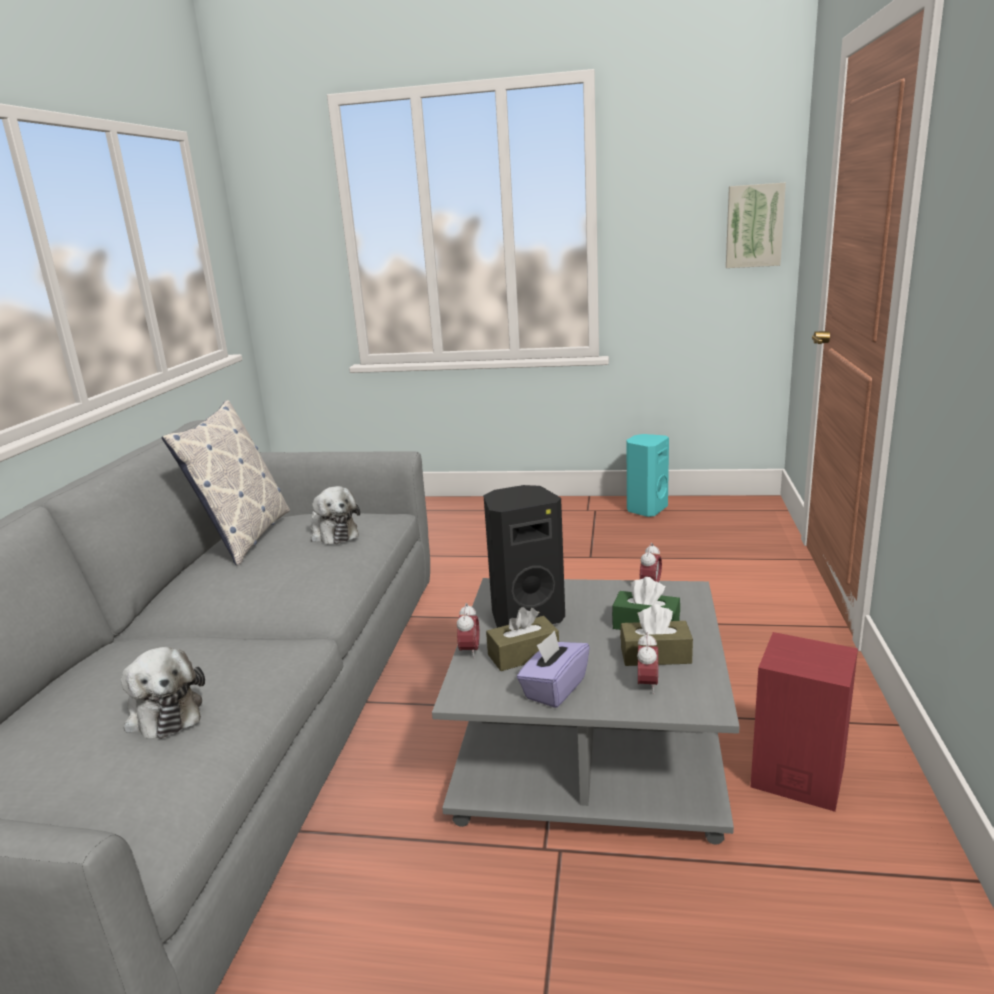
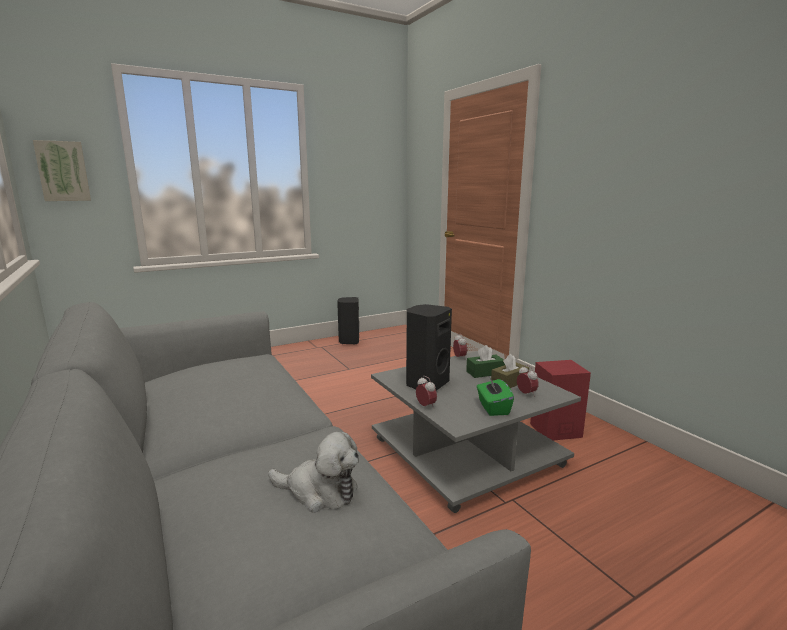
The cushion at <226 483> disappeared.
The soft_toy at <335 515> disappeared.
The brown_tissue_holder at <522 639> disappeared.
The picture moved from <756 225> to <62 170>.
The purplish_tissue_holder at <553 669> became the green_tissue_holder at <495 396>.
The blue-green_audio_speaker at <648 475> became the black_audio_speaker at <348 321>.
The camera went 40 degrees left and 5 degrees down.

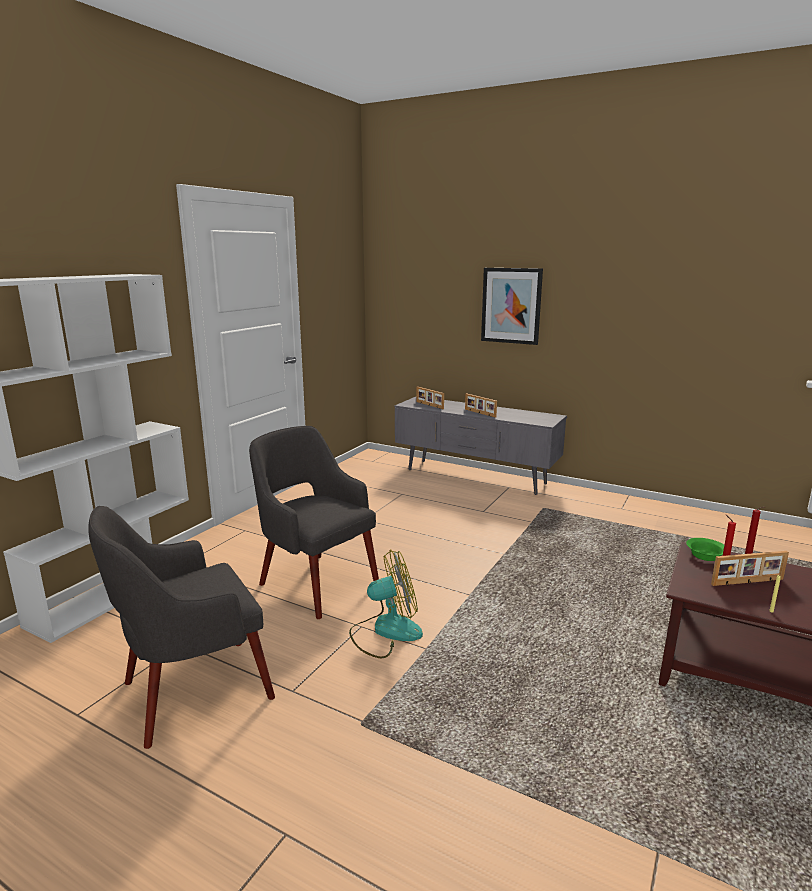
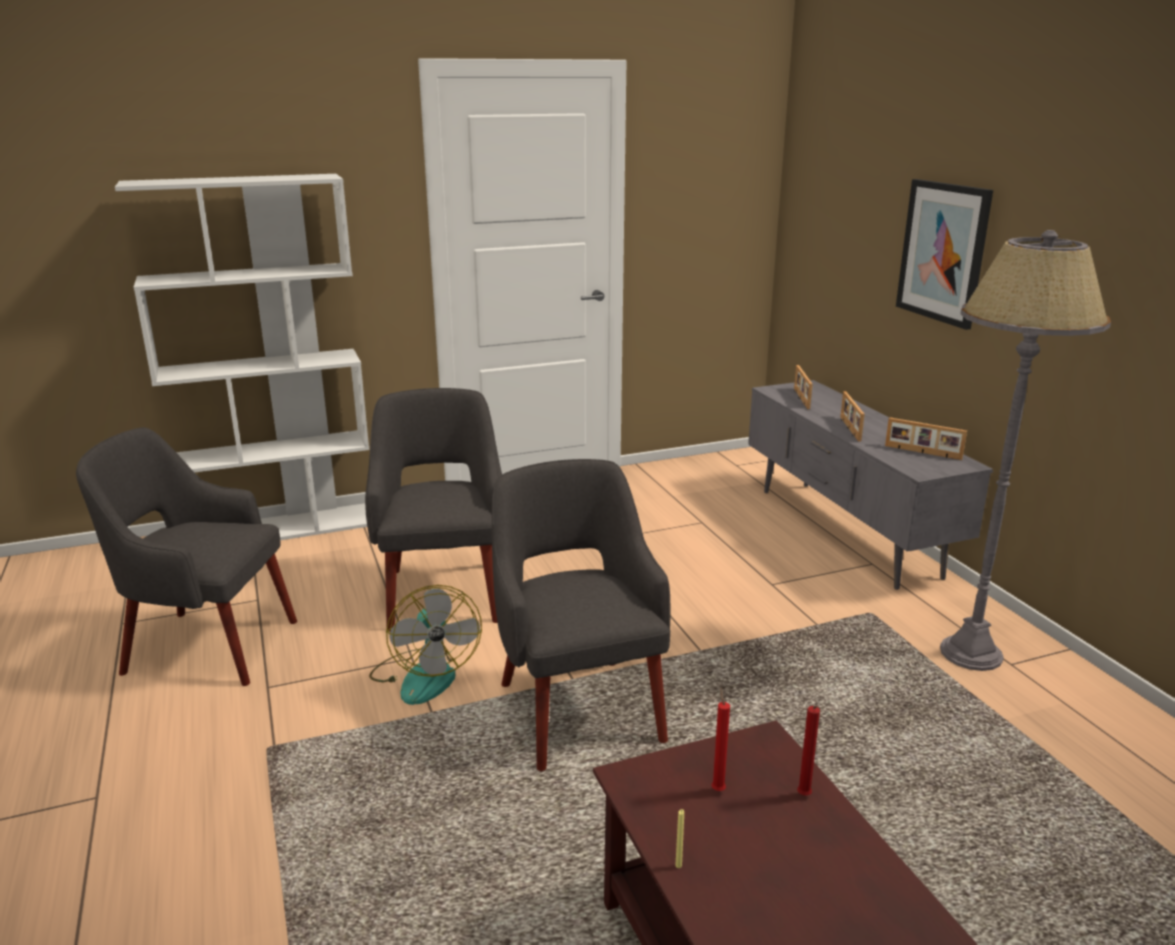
The green_serving_bowl at <705 549> disappeared.
The gray_armchair at <581 615> appeared.
The gray_standard_lamp at <1025 450> appeared.
The photo_frame moved from <750 568> to <926 438>.
The cooling_fan at <386 603> turned 45 degrees clockwise.
The camera went 40 degrees right and 5 degrees up.

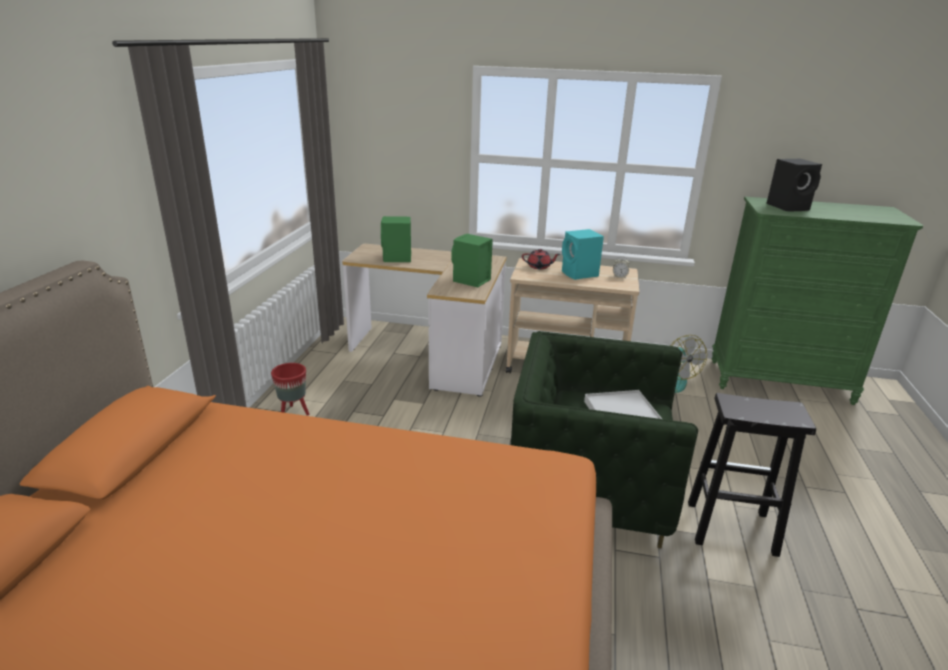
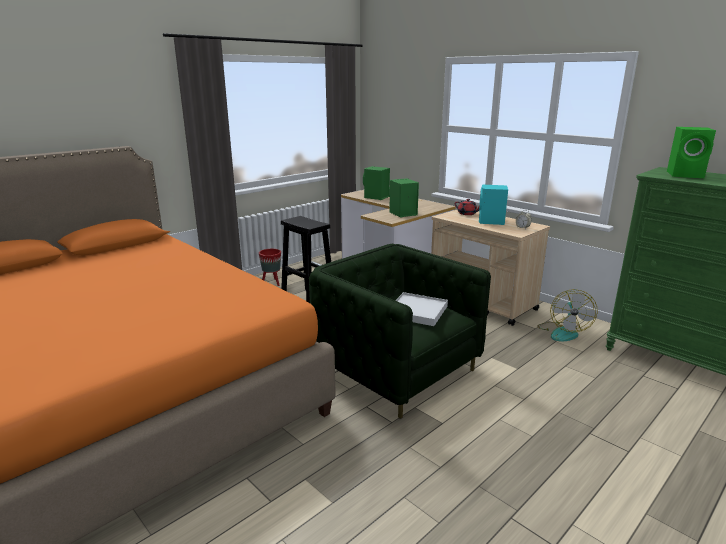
The black_stool_seat moved from <752 475> to <306 259>.
The black_audio_speaker at <794 185> became the green_audio_speaker at <691 152>.
The camera went 35 degrees right and 5 degrees down.

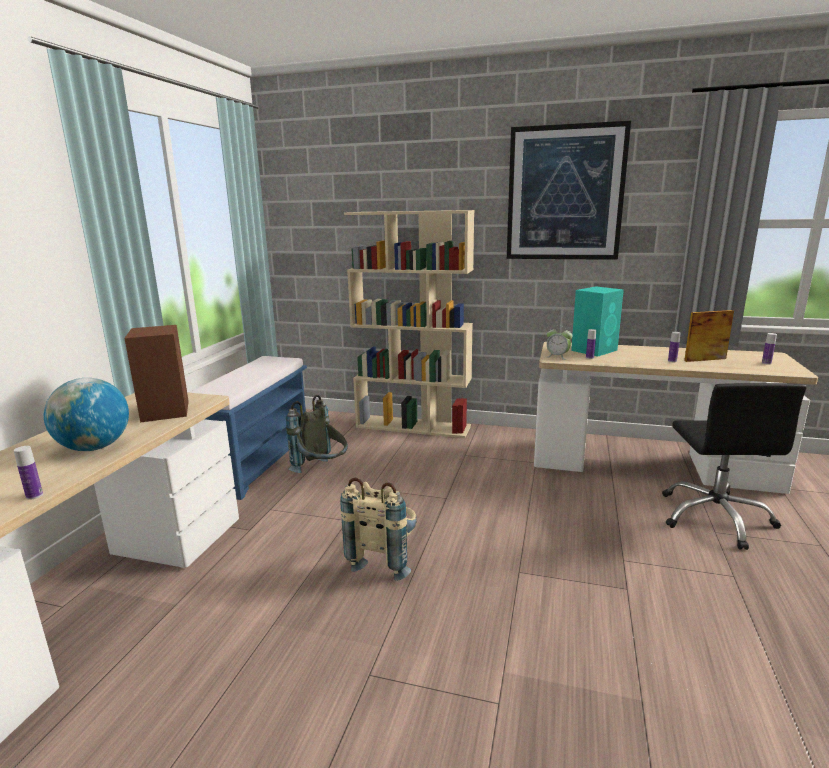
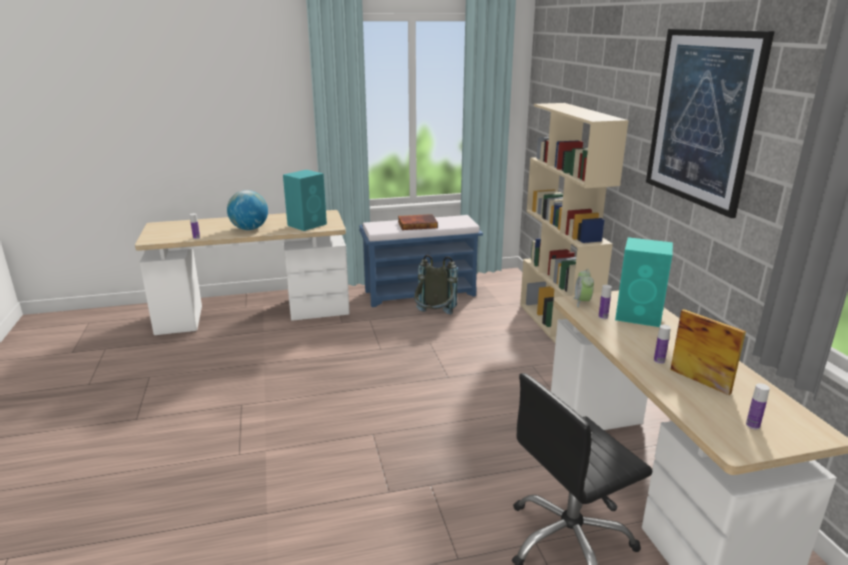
The sand-coloured_backpack at <378 529> disappeared.
The book at <418 222> appeared.
The brown_audio_speaker at <156 374> became the blue-green_audio_speaker at <305 200>.
The camera went 60 degrees right and 5 degrees up.

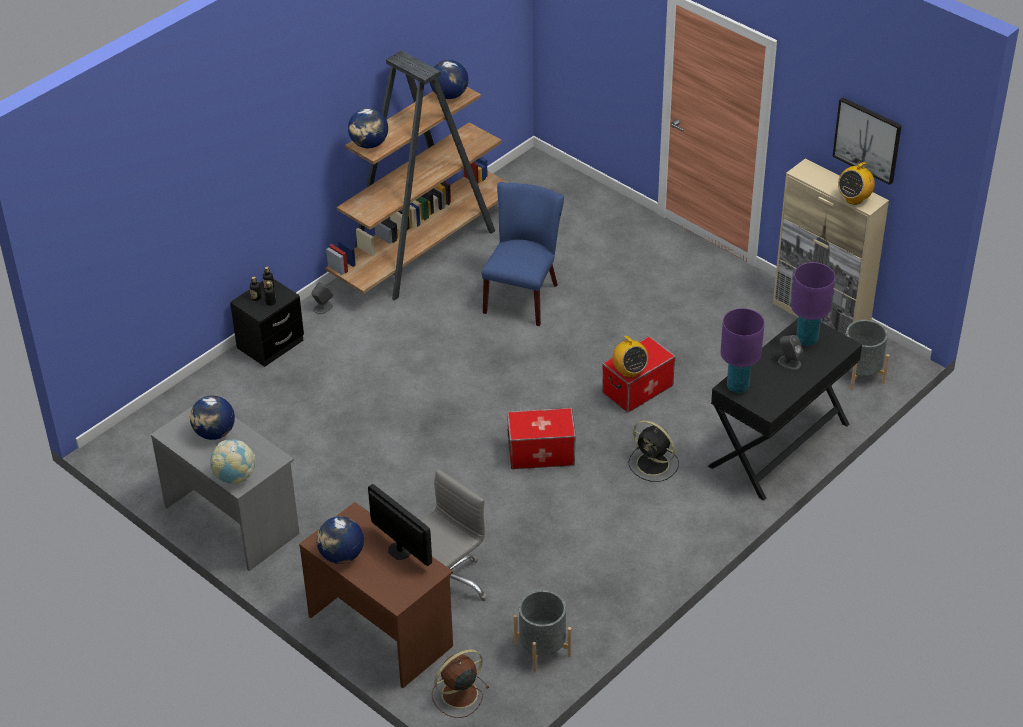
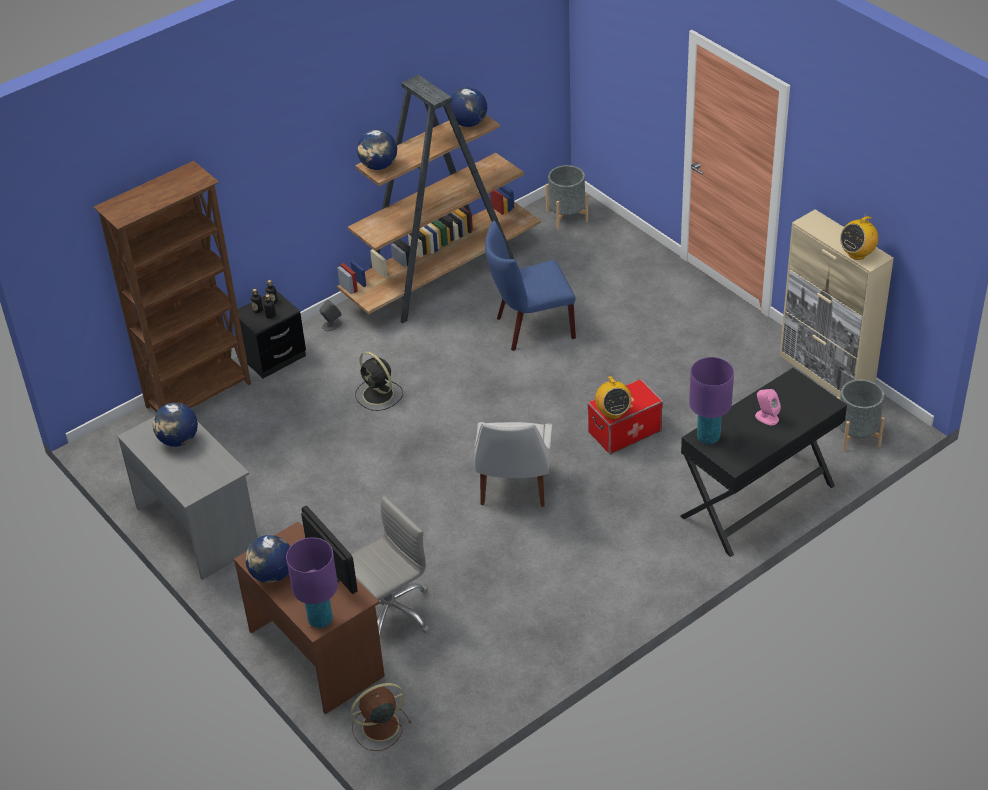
The world_globe at <232 461> disappeared.
The picture at <867 141> disappeared.
The brown_bookshelf at <172 286> appeared.
The gray_plant_pot moved from <542 631> to <566 197>.
The black_cooling_fan moved from <653 451> to <379 381>.
The purplish_table_lamp moved from <813 304> to <312 583>.
The storage_bin at <541 438> was replaced by the white_chair at <513 464>.
The gray_audio_speaker at <790 352> became the pinkish_audio_speaker at <768 407>.
The blue_chair at <523 254> turned 135 degrees counterclockwise.
The camera went 10 degrees right and 0 degrees up.

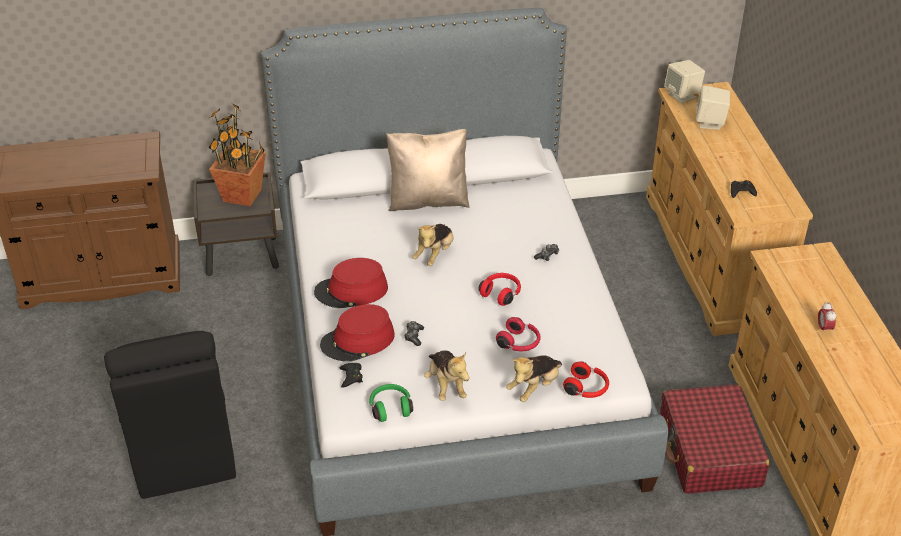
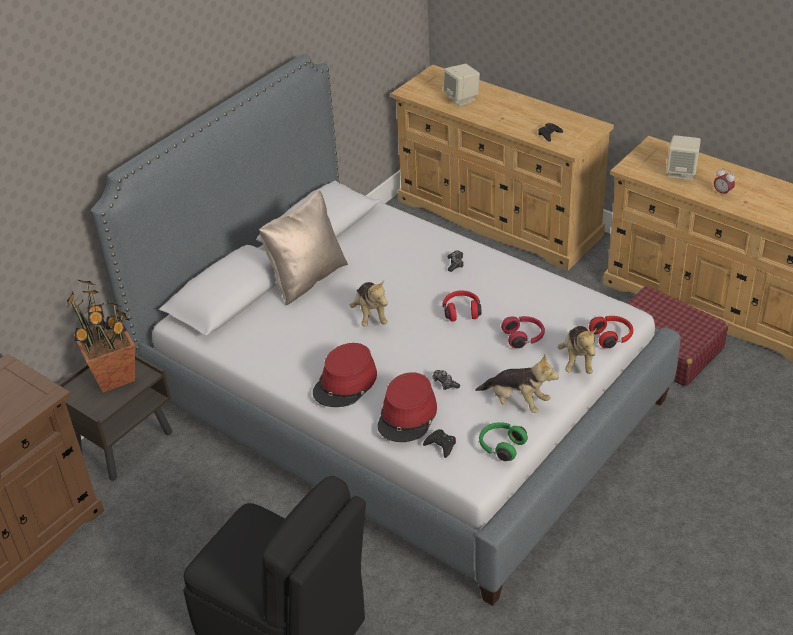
The sand-coloured_audio_speaker moved from <684 81> to <683 157>.
The camera went 40 degrees left and 0 degrees up.

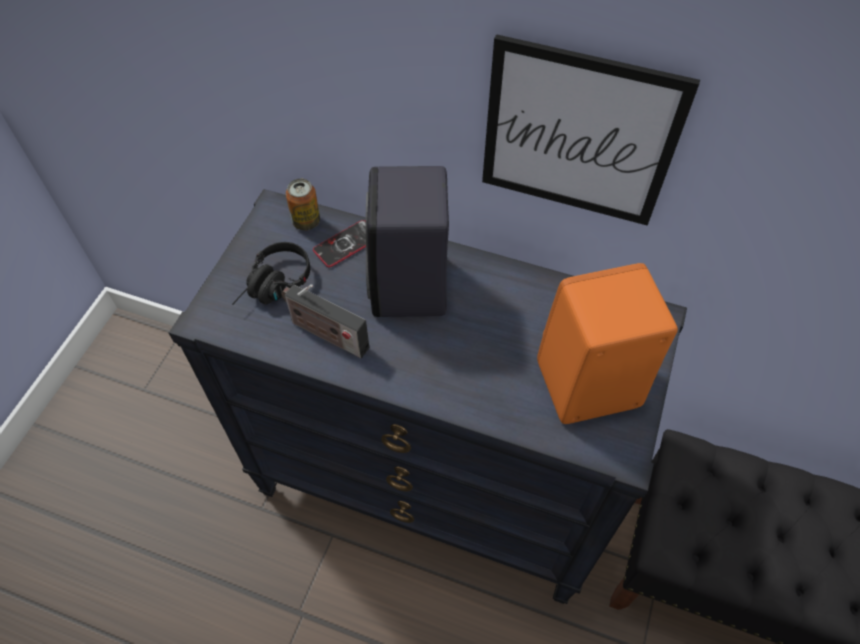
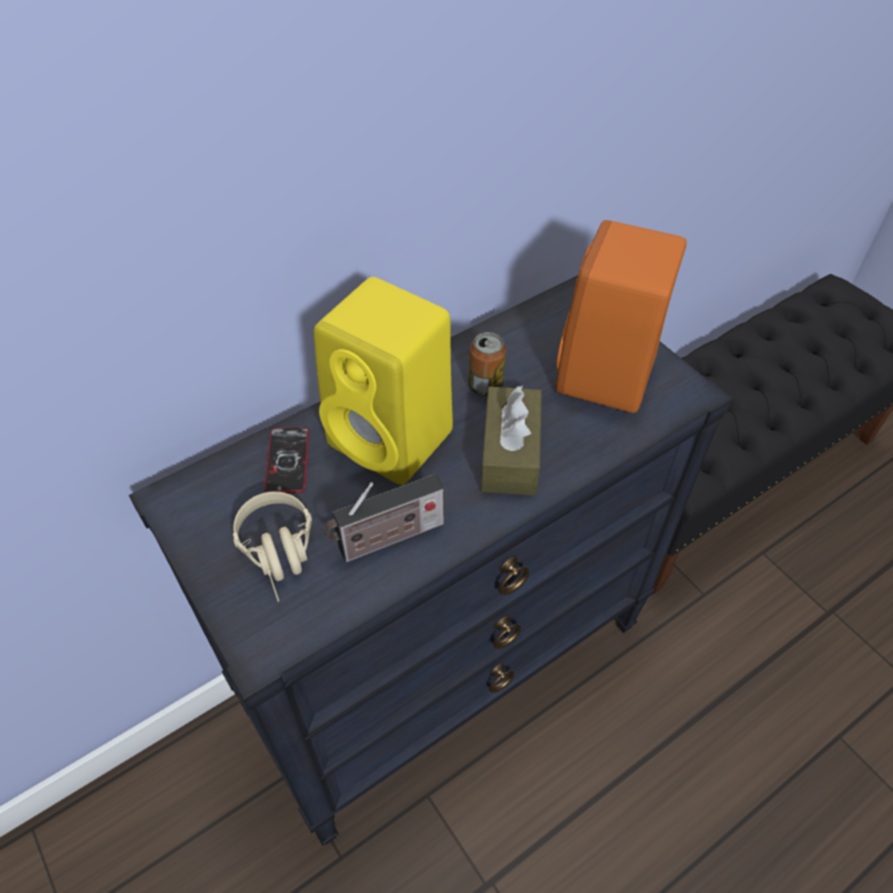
The picture at <591 130> disappeared.
The brown_tissue_holder at <511 441> appeared.
The can moved from <303 205> to <487 364>.
The black_headset at <271 273> became the sand-coloured_headset at <272 547>.
The black_audio_speaker at <407 241> became the yellowish_audio_speaker at <383 381>.
The camera went 55 degrees left and 5 degrees down.

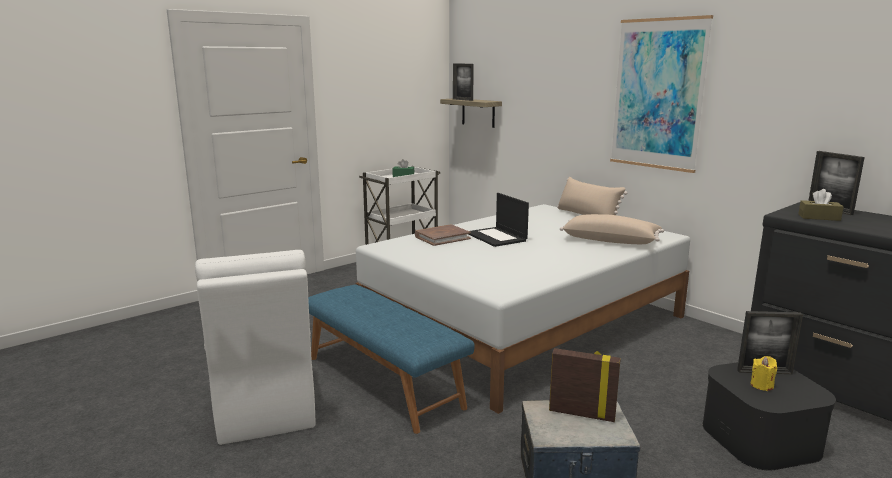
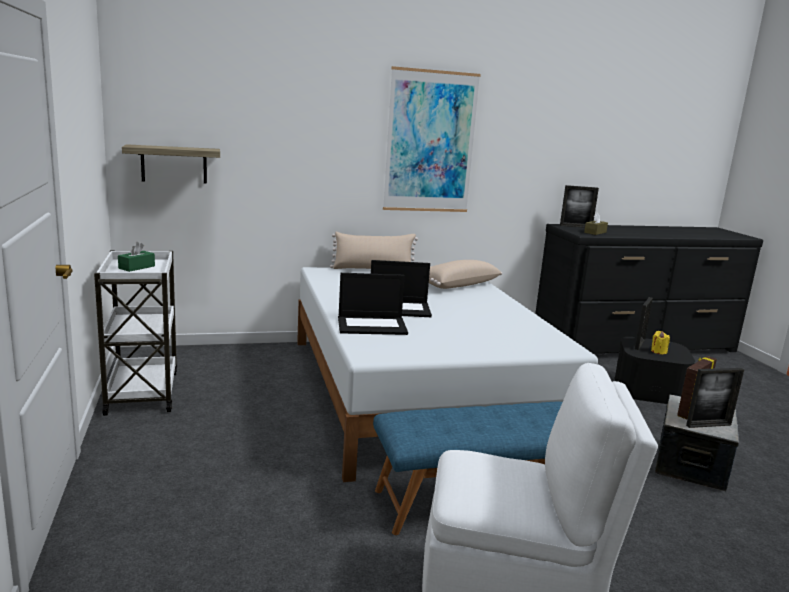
The photo_frame moved from <463 82> to <715 398>.
The brown_book at <443 235> was replaced by the notebook_computer at <373 304>.
The camera went 65 degrees left and 0 degrees up.

